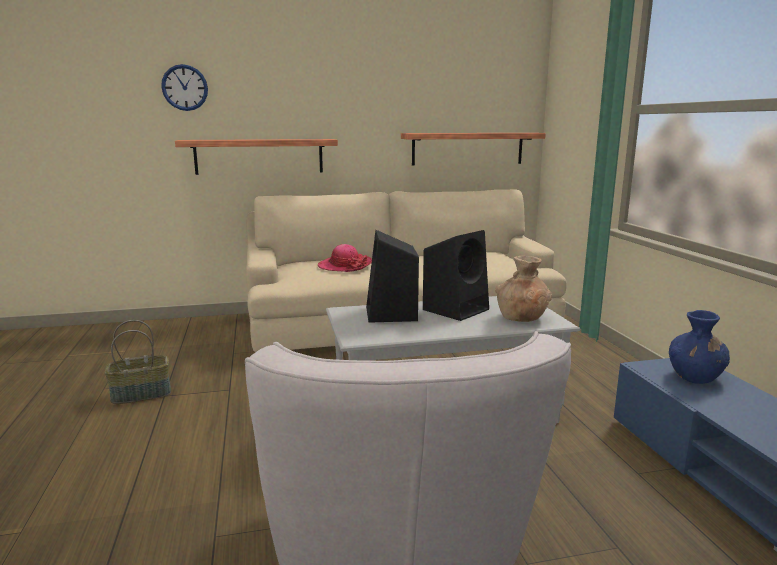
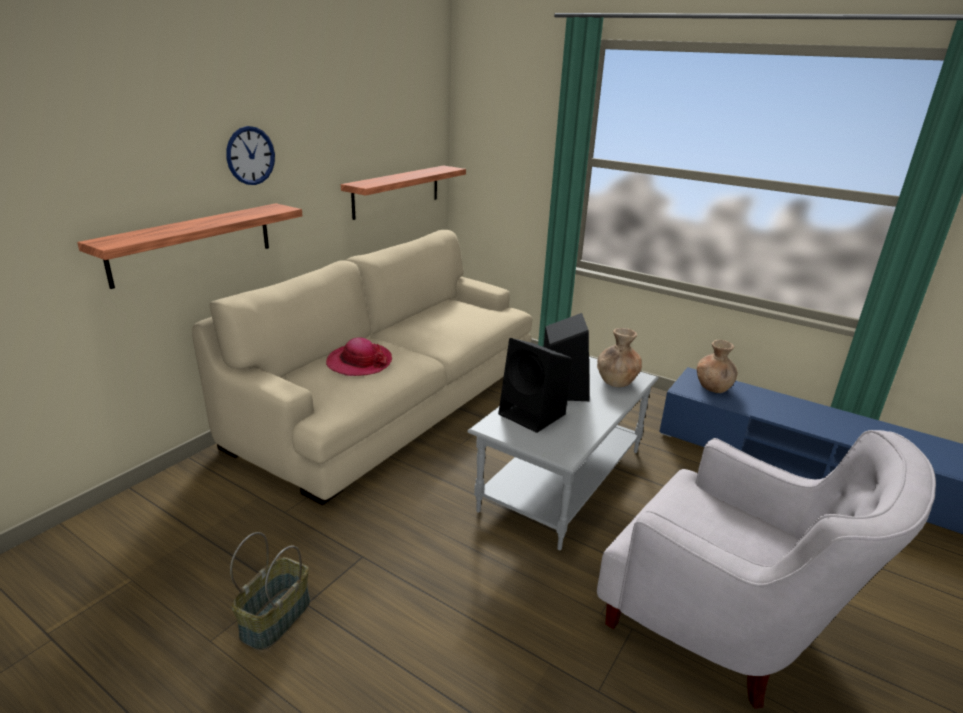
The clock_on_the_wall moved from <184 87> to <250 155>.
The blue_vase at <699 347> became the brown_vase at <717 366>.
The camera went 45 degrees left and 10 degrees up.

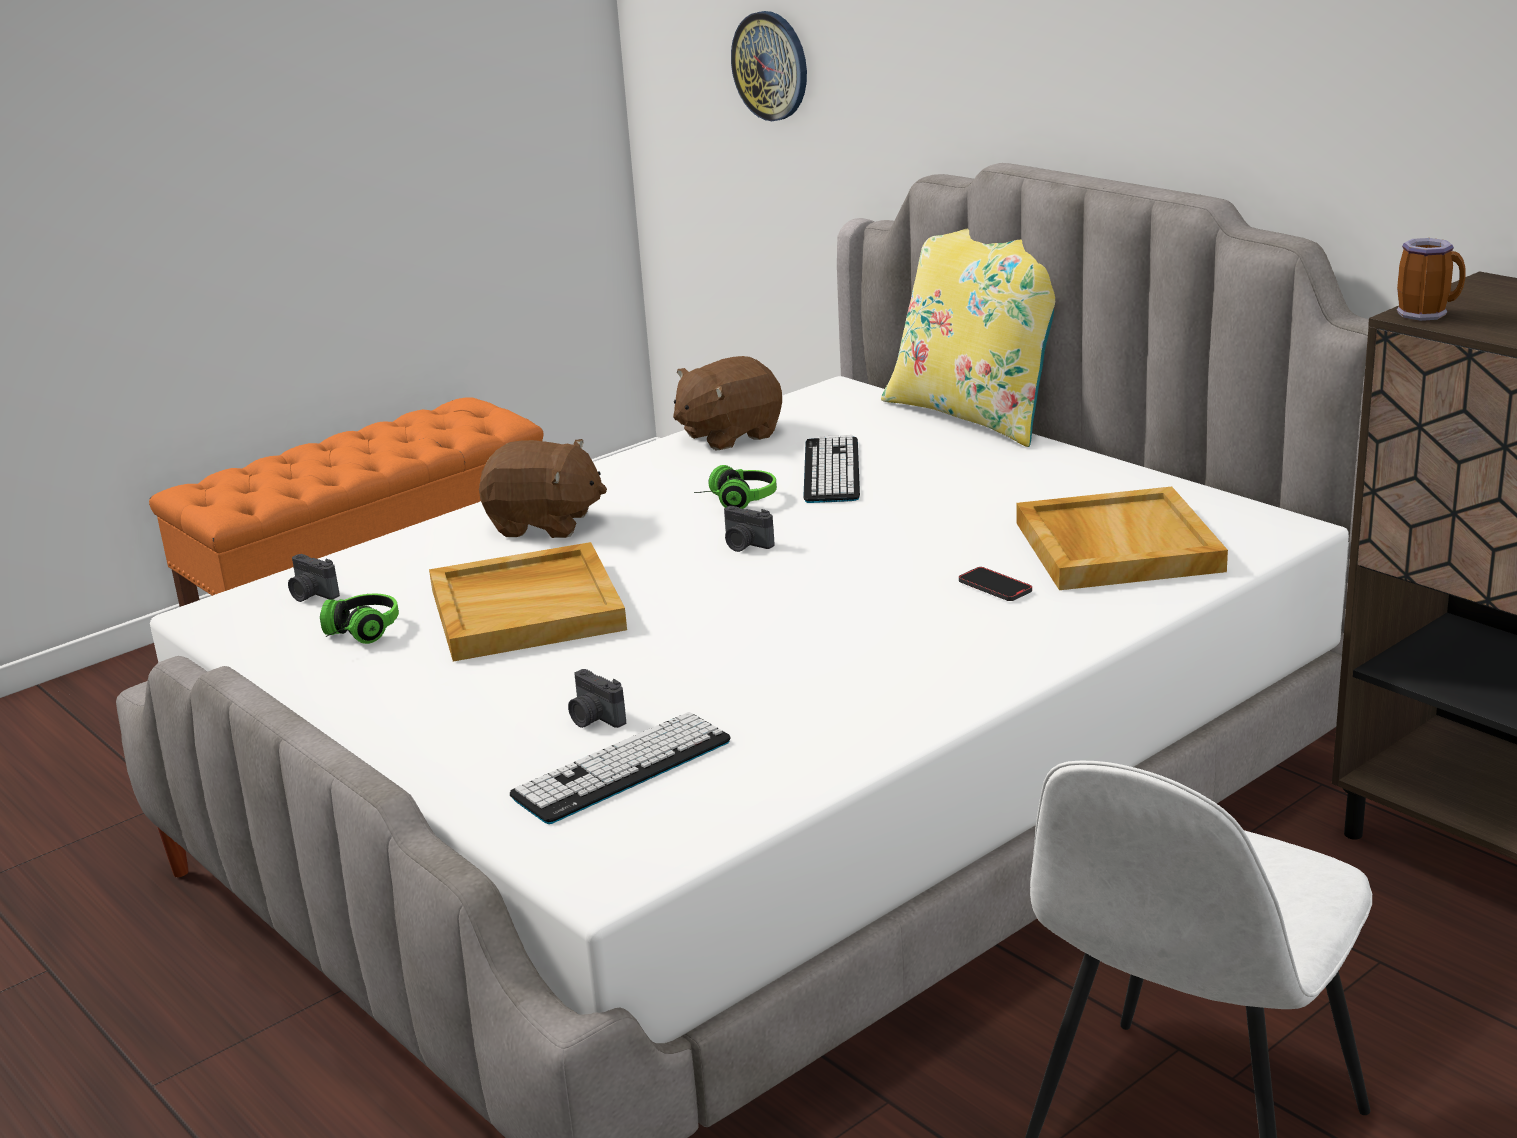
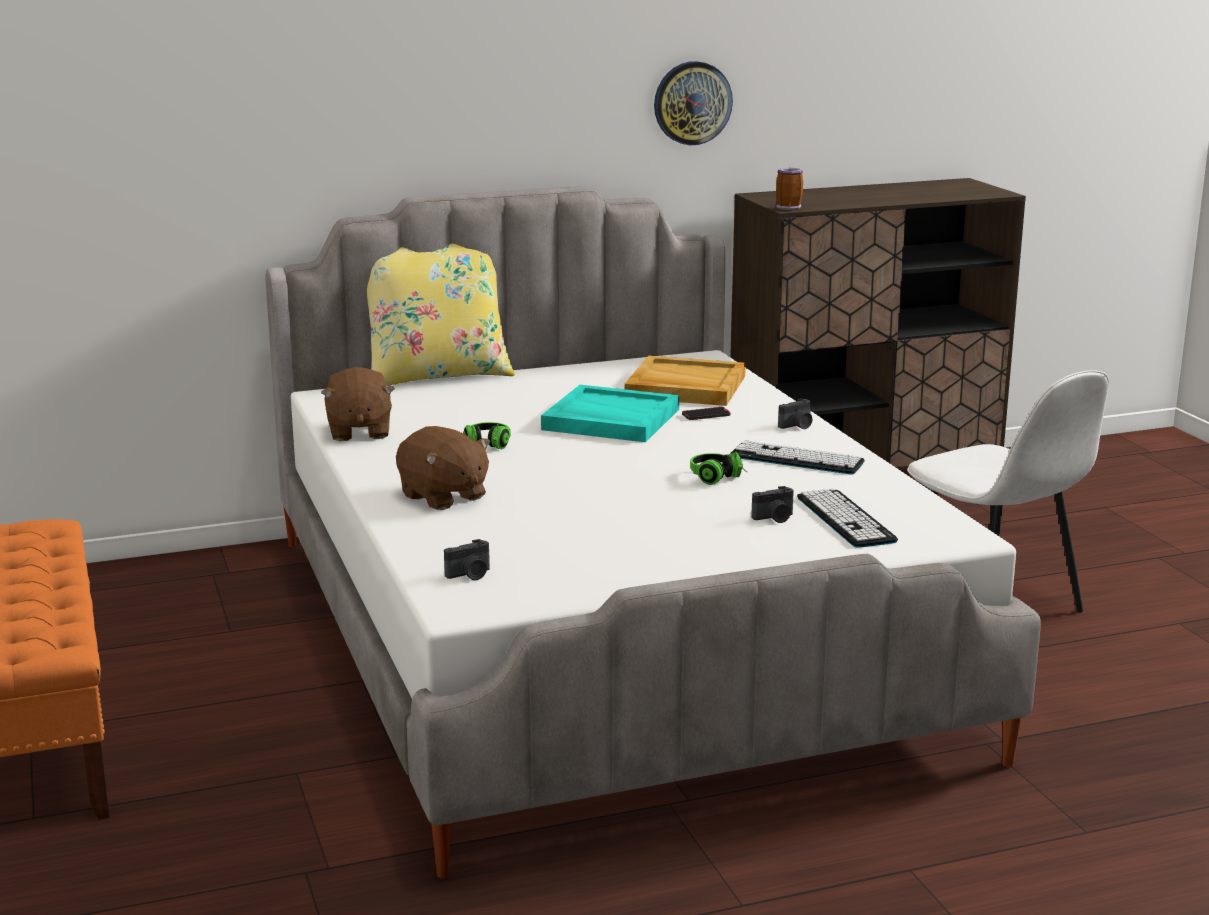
The sand-coloured_tray at <528 602> disappeared.
The blue-green_tray at <610 413> appeared.
The headset moved from <359 619> to <718 468>.
The still_camera moved from <749 529> to <795 413>.
The clock_on_the_wall moved from <769 66> to <693 103>.
The computer_keyboard moved from <831 469> to <797 457>.
The brown_soft_toy at <543 488> turned 105 degrees clockwise.
The camera went 70 degrees left and 5 degrees down.

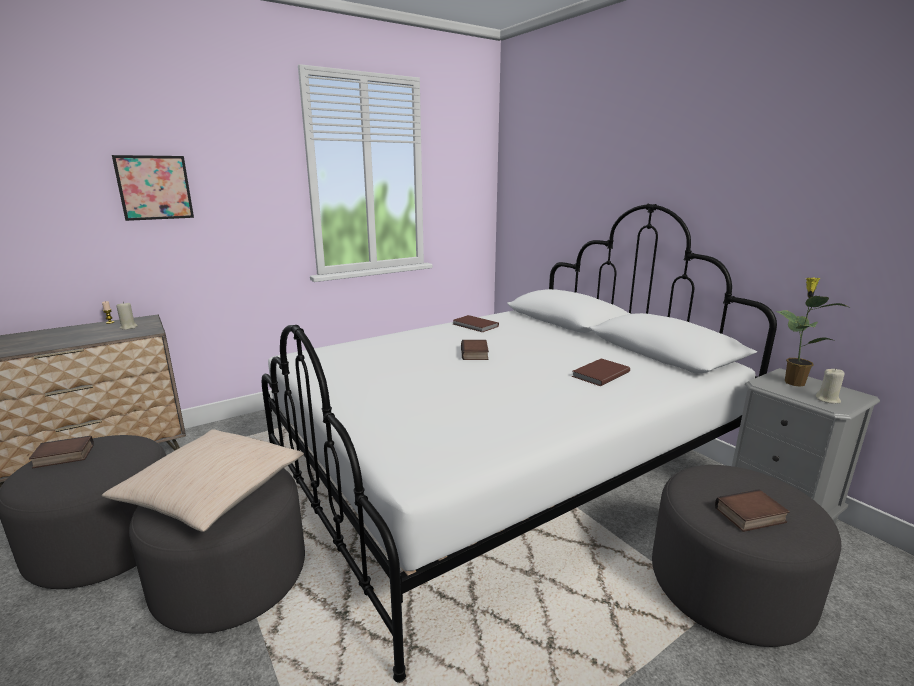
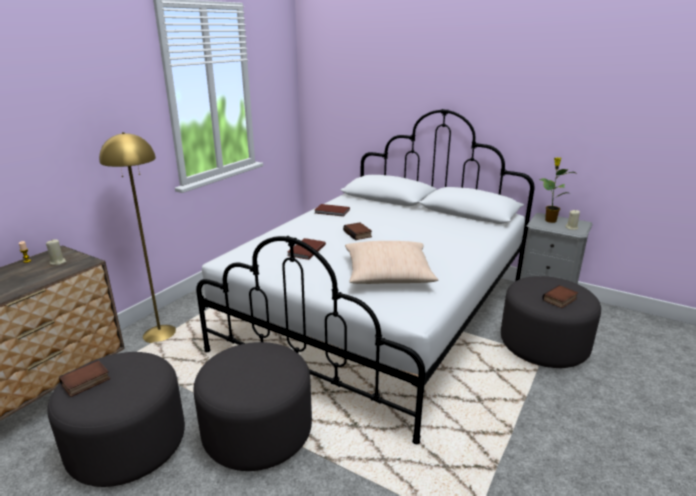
The picture at <153 188> disappeared.
The yellowish_standard_lamp at <137 237> appeared.
The sand-coloured_cushion moved from <203 480> to <391 262>.
The brown_book moved from <601 372> to <307 249>.
The camera went 25 degrees left and 5 degrees up.

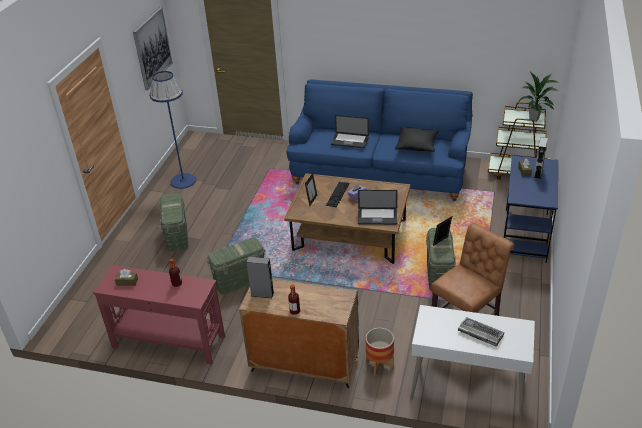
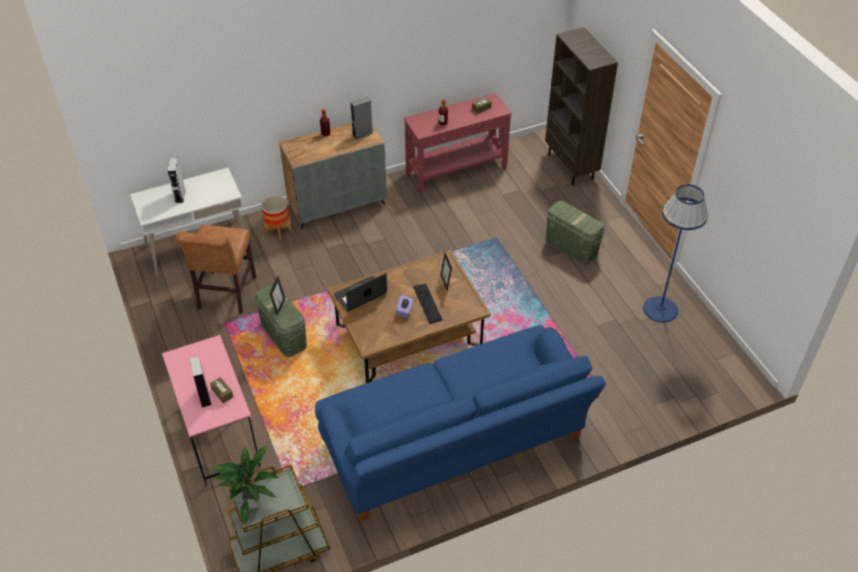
The picture at <153 48> disappeared.
The green_storage_bin at <236 266> disappeared.
The notebook_computer at <350 131> disappeared.
The black_cushion at <416 139> disappeared.
The brown_bookshelf at <581 106> appeared.
The computer_keyboard at <481 331> was replaced by the gray_audio_speaker at <176 180>.
The blue_desk_table at <531 209> became the pinkish_desk_table at <211 410>.
The camera went 140 degrees right and 10 degrees up.

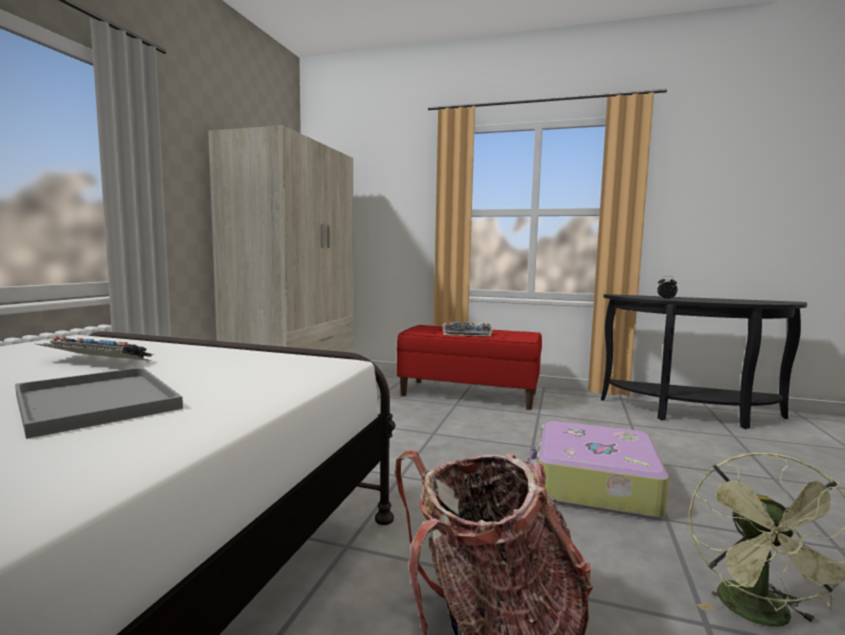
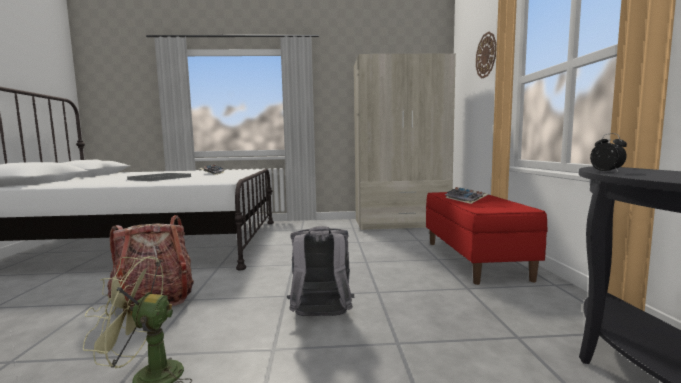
The clock_on_the_wall at <486 54> appeared.
The piece_of_luggage at <598 470> was replaced by the gray_backpack at <320 271>.
The camera went 70 degrees right and 0 degrees up.

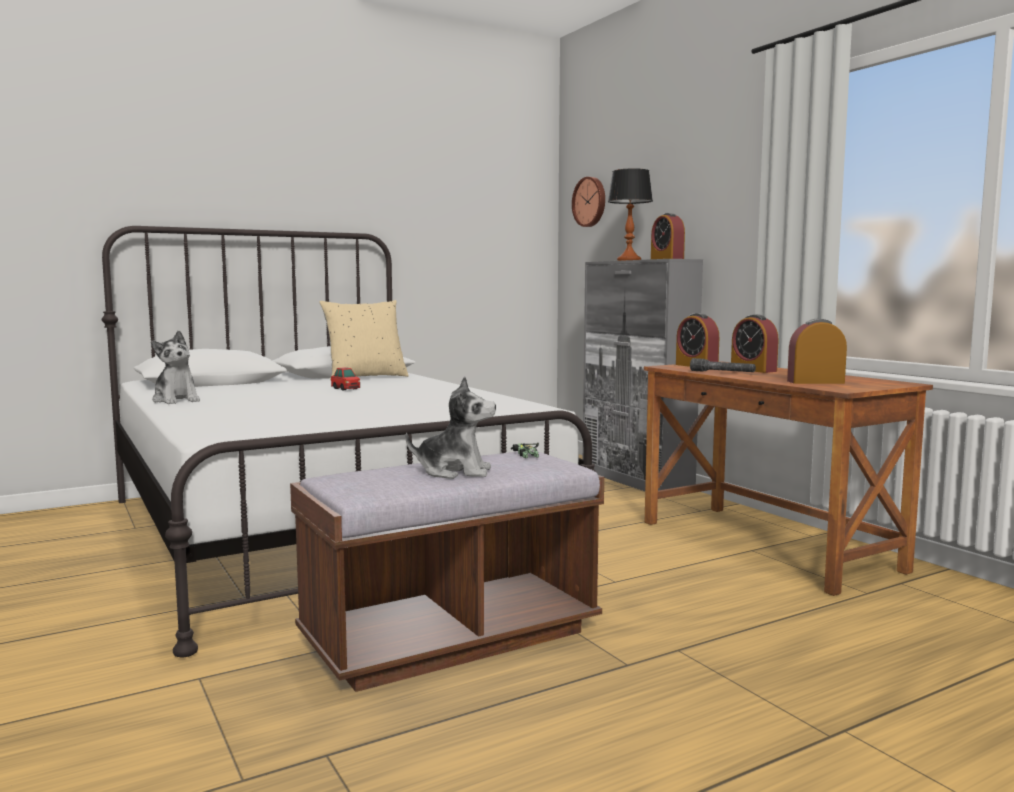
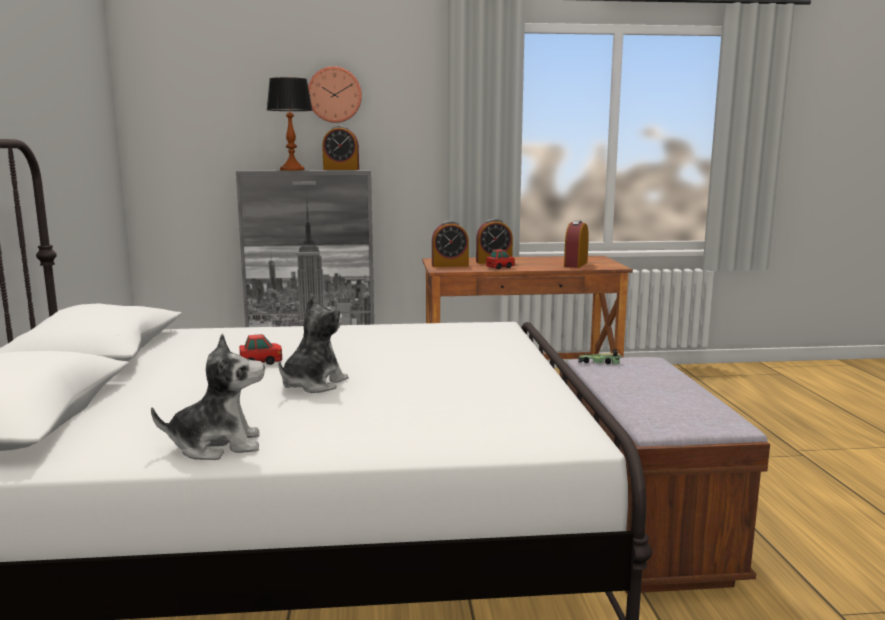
The sand-coloured_cushion at <364 340> disappeared.
The soft_toy moved from <451 427> to <313 343>.
The clock_on_the_wall moved from <588 202> to <335 94>.
The gray_hand_torch at <723 365> was replaced by the model_car at <500 259>.
The camera went 65 degrees left and 5 degrees up.

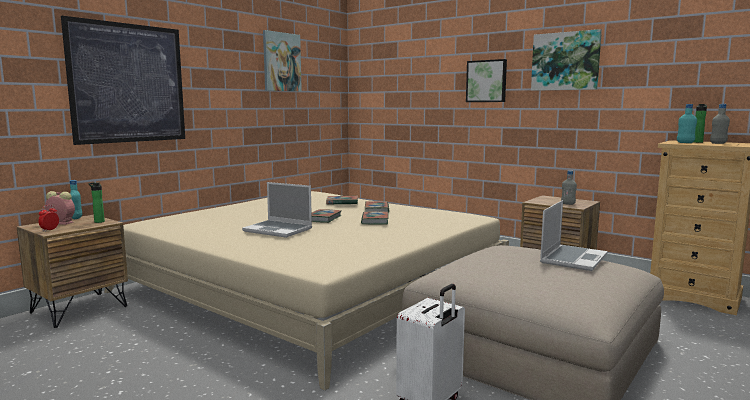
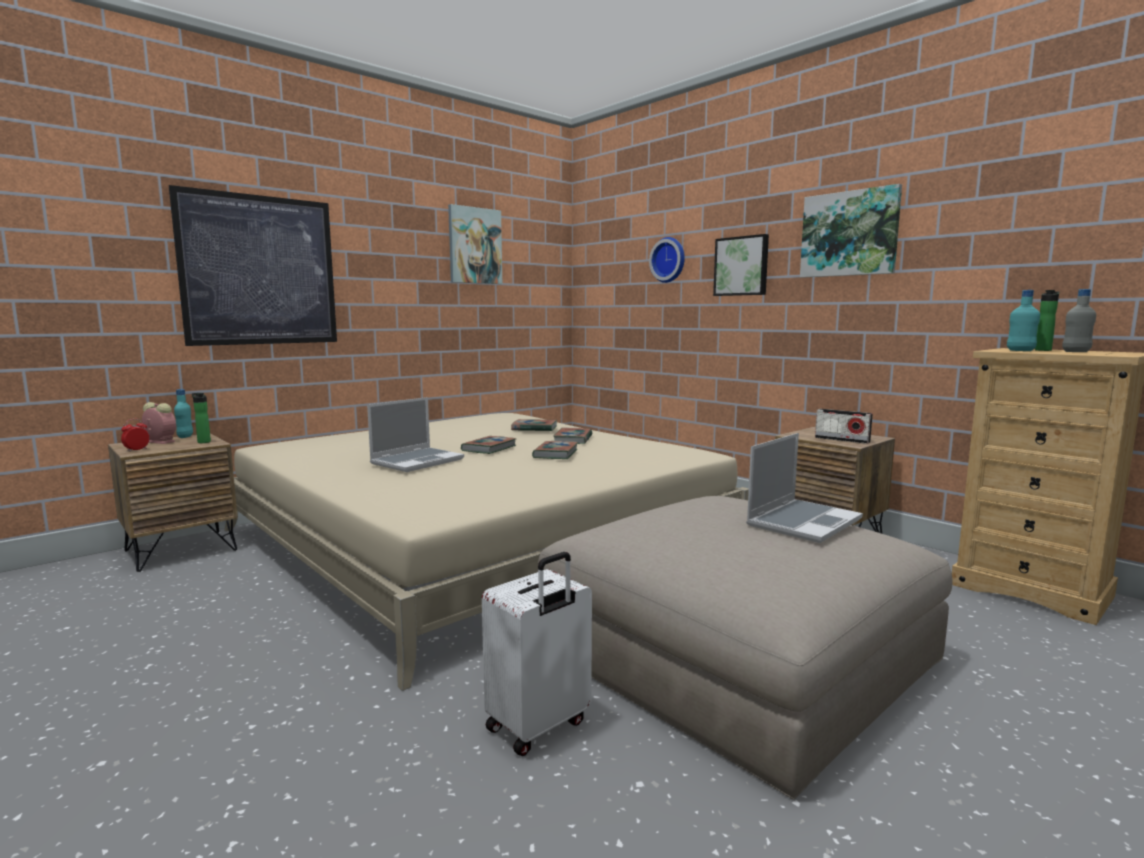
The clock_on_the_wall at <667 260> appeared.
The gray_drink_bottle at <569 187> was replaced by the radio_receiver at <844 426>.
The notebook_computer at <277 210> turned 90 degrees counterclockwise.
The camera went 10 degrees right and 0 degrees up.

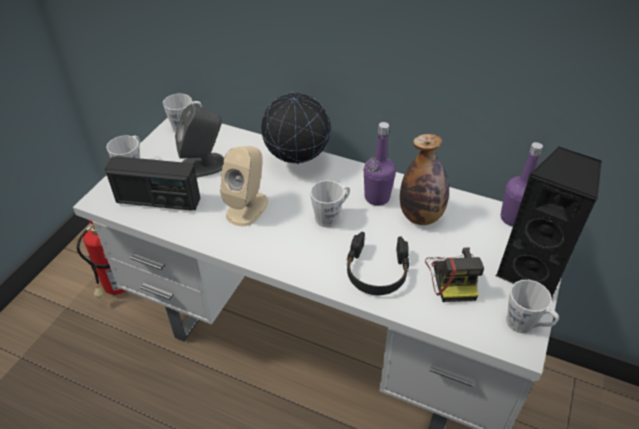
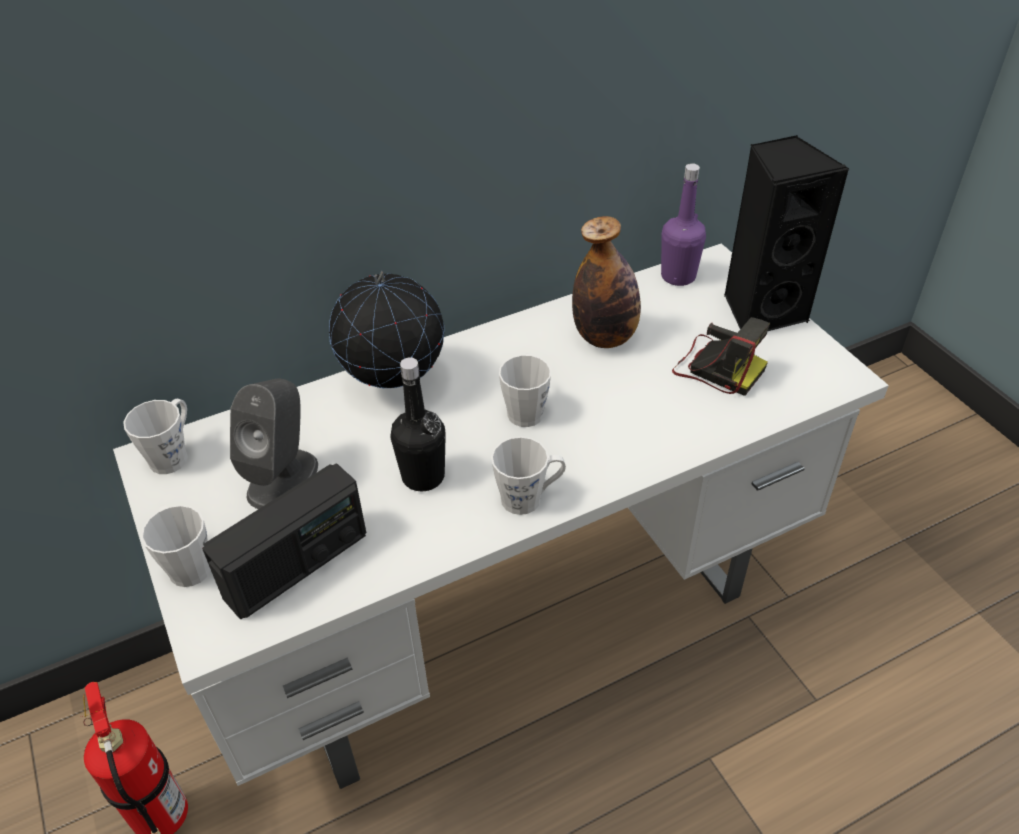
The black_headset at <377 263> disappeared.
The purplish_drink_bottle at <380 164> disappeared.
The white_coffee_mug moved from <532 306> to <528 476>.
The sand-coloured_audio_speaker at <244 186> was replaced by the black_drink_bottle at <418 424>.
The camera went 50 degrees left and 0 degrees up.

